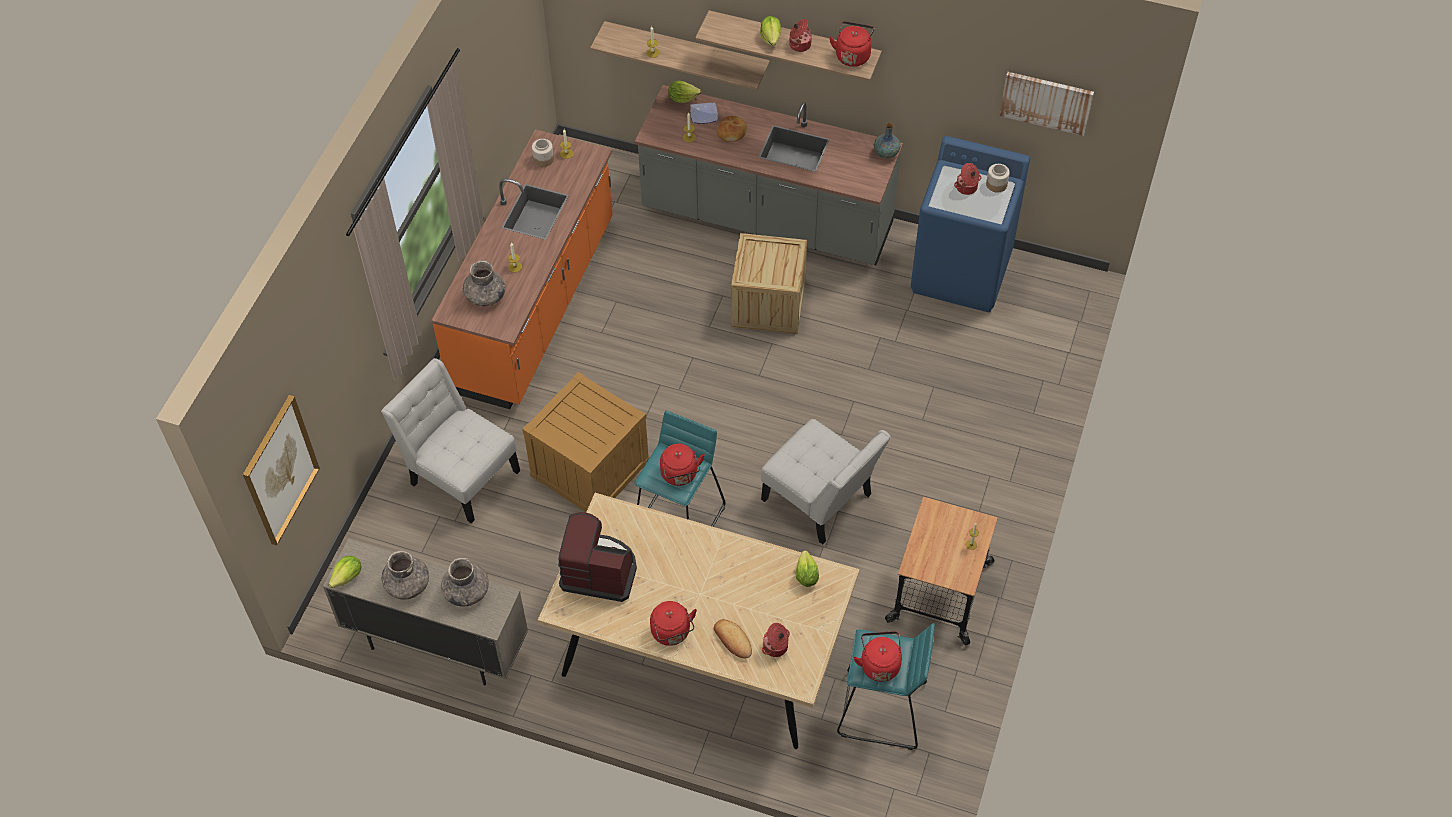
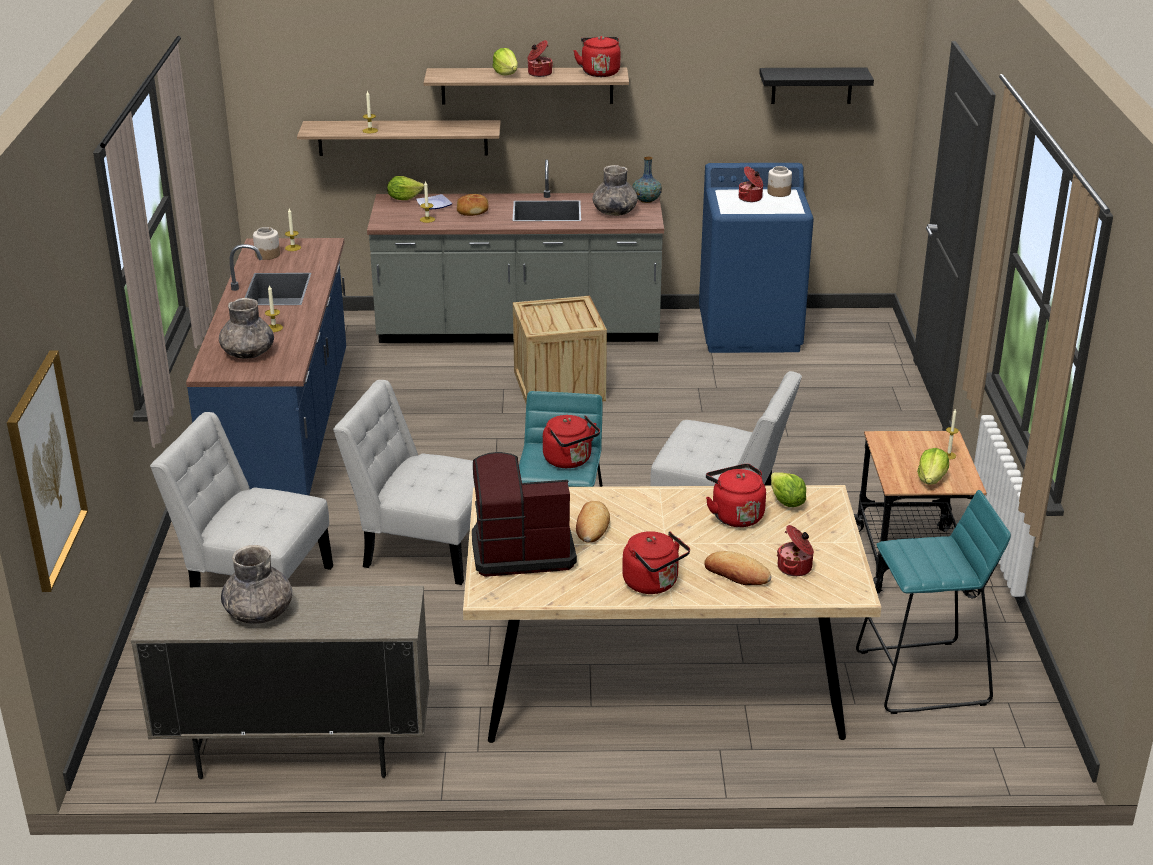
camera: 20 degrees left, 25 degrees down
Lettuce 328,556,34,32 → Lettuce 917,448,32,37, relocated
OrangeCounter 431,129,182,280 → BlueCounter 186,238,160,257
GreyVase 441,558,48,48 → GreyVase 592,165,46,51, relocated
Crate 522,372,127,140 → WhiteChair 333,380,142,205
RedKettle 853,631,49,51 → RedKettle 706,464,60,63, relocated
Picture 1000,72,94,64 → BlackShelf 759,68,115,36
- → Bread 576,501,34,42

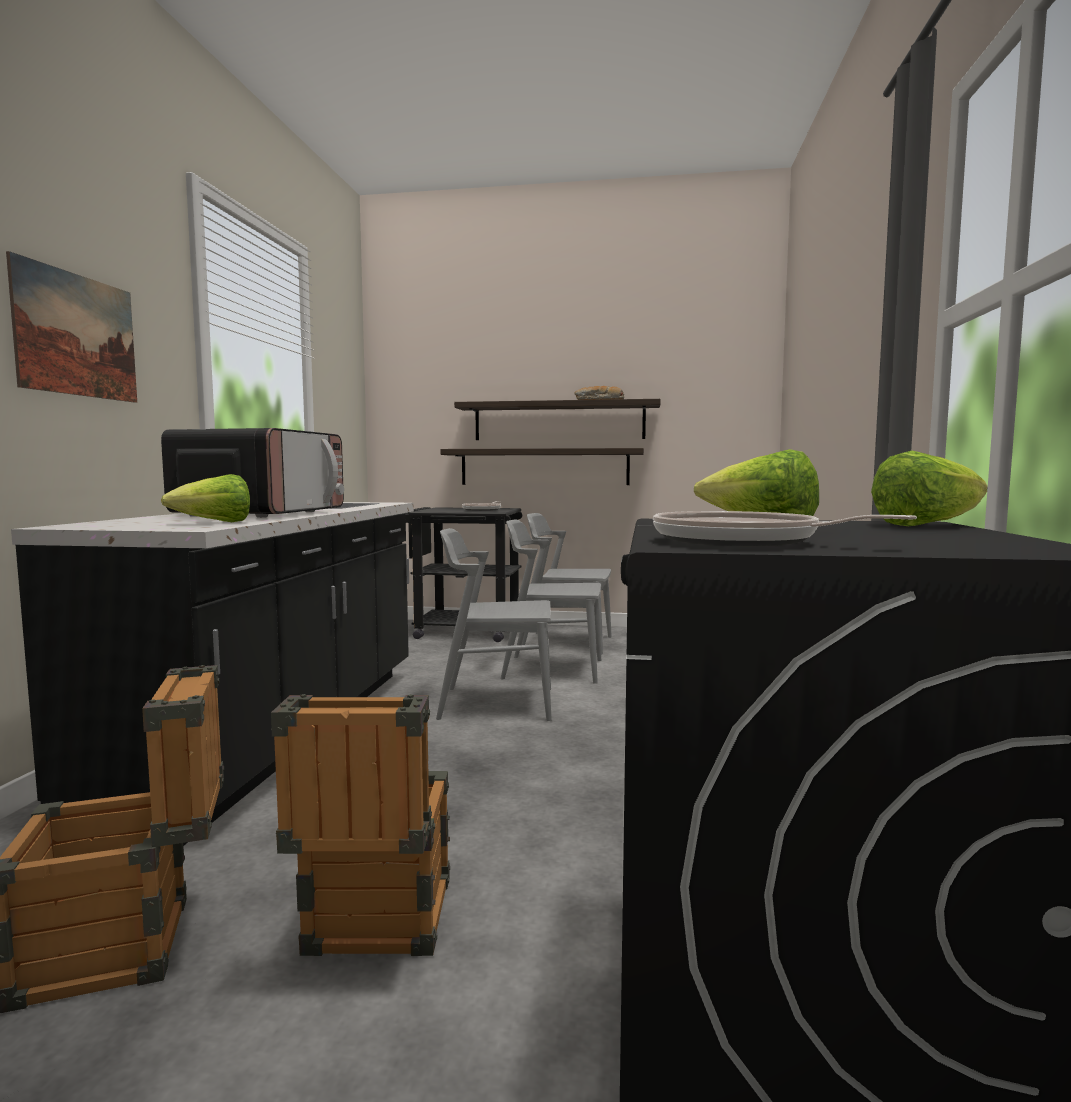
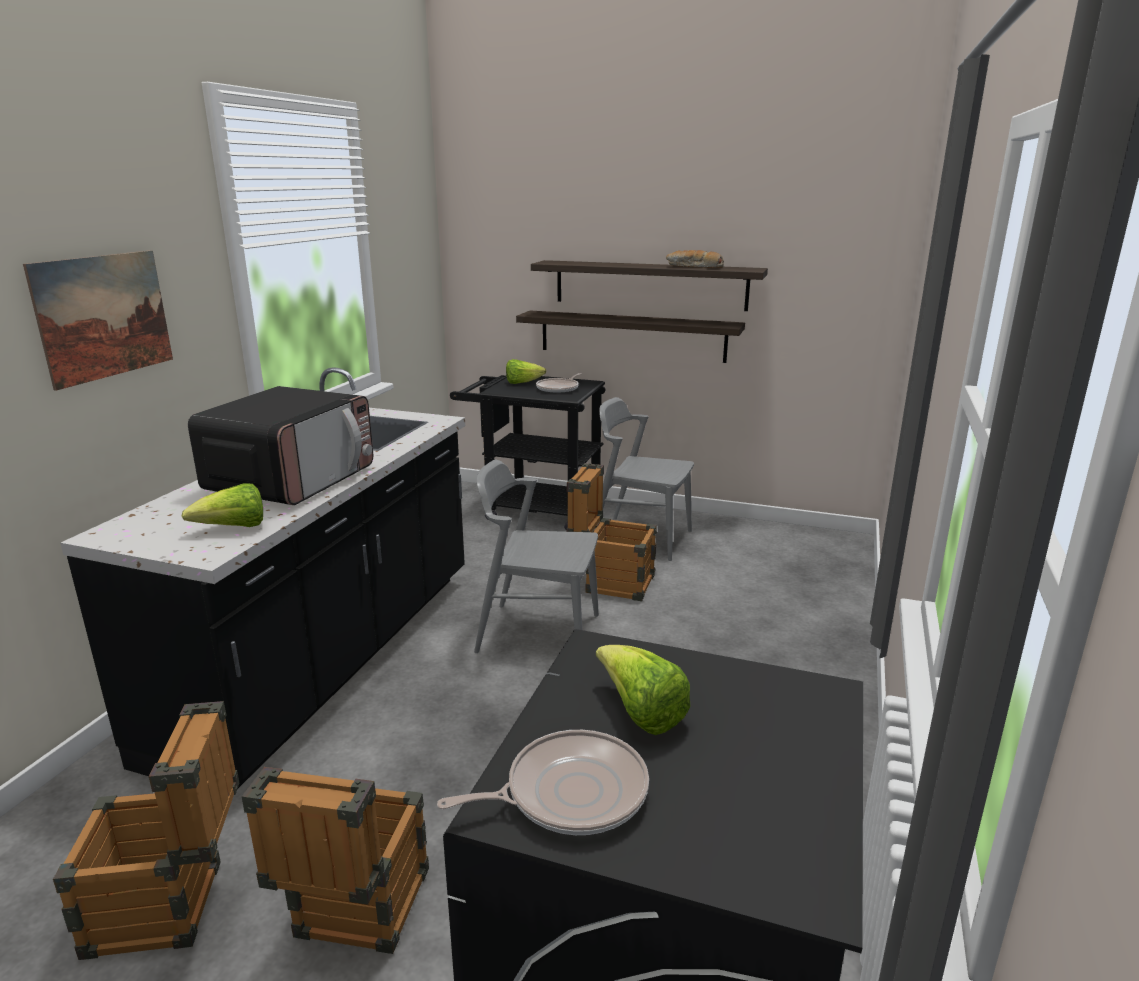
camera: 10 degrees right, 15 degrees up
GreyChair 501,520,100,164 → Crate 567,463,90,138
FryingPan 653,511,264,36 → FryingPan 437,730,212,105, 120 degrees clockwise
Lettuce 871,450,117,76 → Lettuce 506,359,40,25, relocated

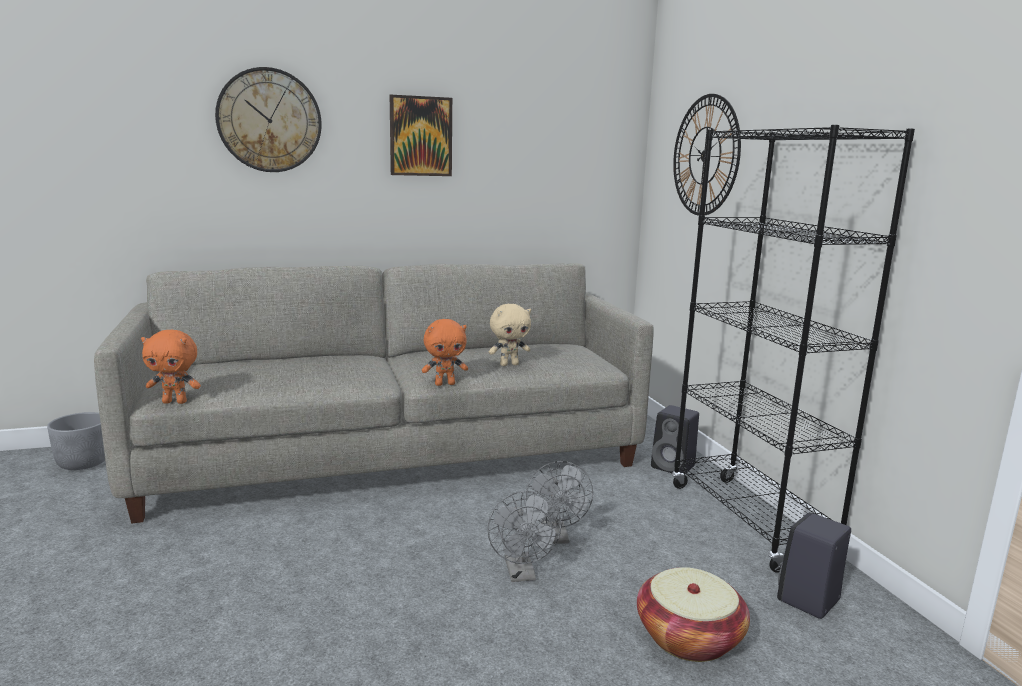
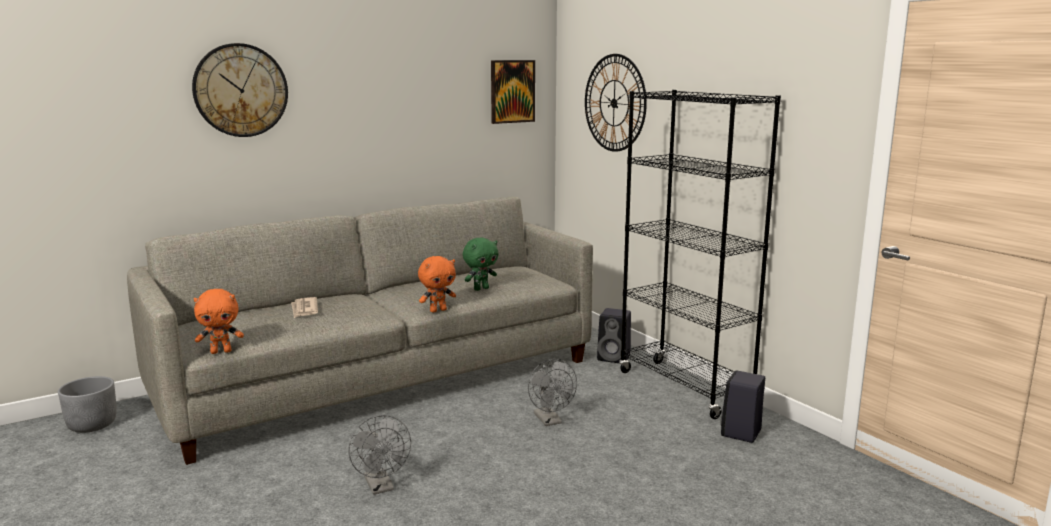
camera: 15 degrees left, 0 degrees up
Picture 390,95,62,81 → Picture 491,60,44,64, relocated
GreyFan 488,491,73,91 → GreyFan 348,415,63,80, relocated
BeigePlushToy 489,304,42,62 → GreenPlushToy 463,238,35,53
Basket 637,567,113,95 → -
- → Newspaper 291,297,27,21

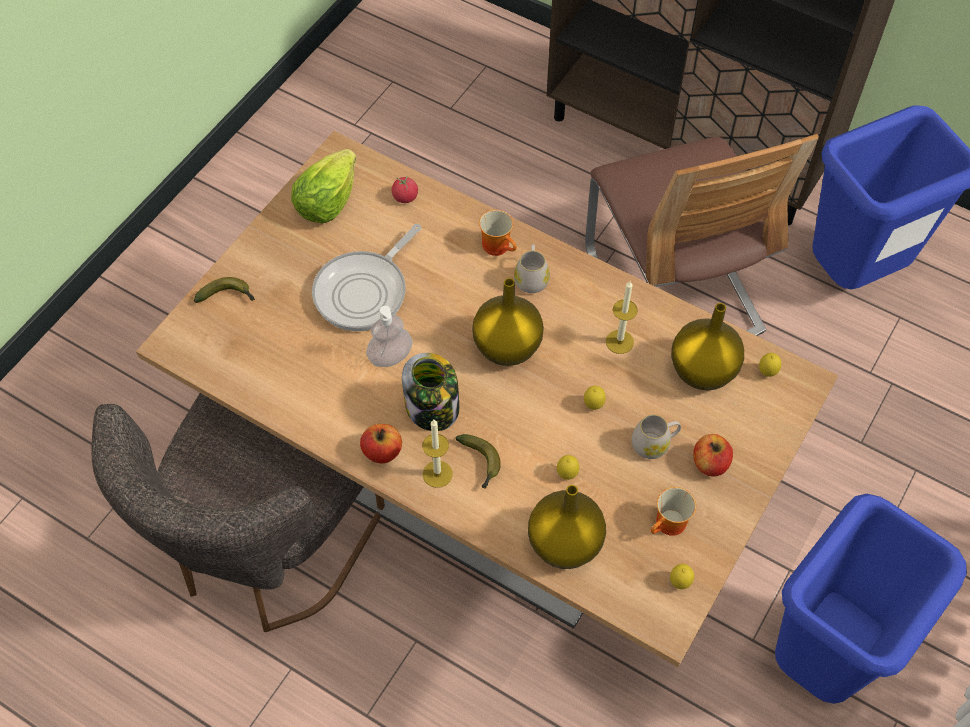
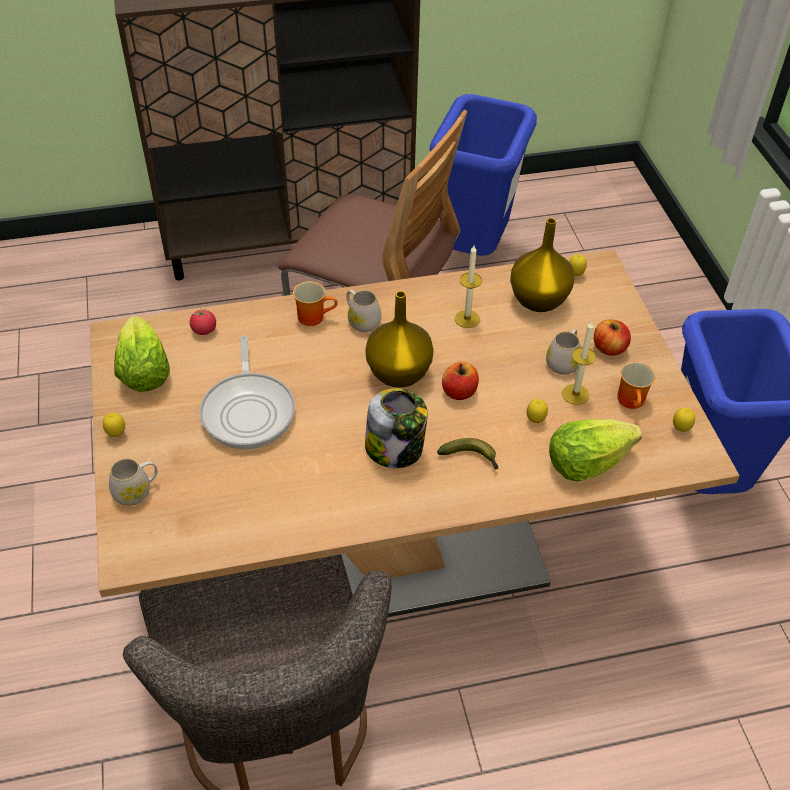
camera: 45 degrees left, 10 degrees down
Banana 194,277,61,26 → WhiteMug 109,458,49,48
Apple 360,424,42,40 → Apple 442,362,37,38, relocated
SoapDispenser 366,306,47,61 → -
Candle 422,420,30,68 → Candle 562,321,34,84, relocated
YellowVase 528,485,78,84 → Lettuce 549,419,93,63
Lemon 584,386,22,24 → Lemon 103,412,22,25, relocated

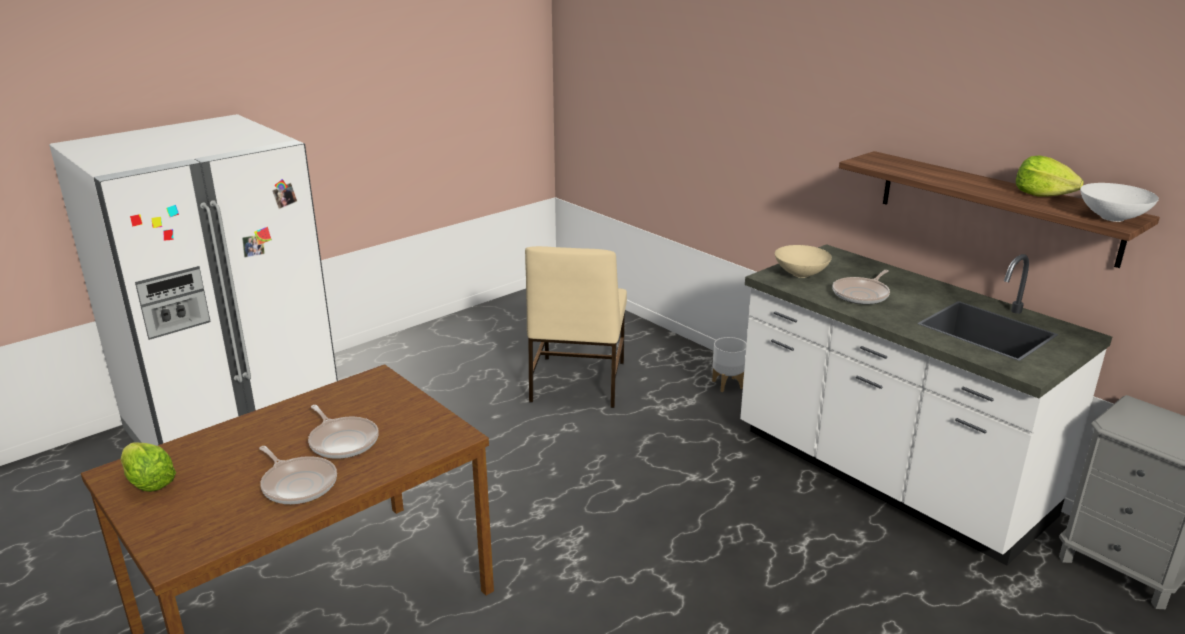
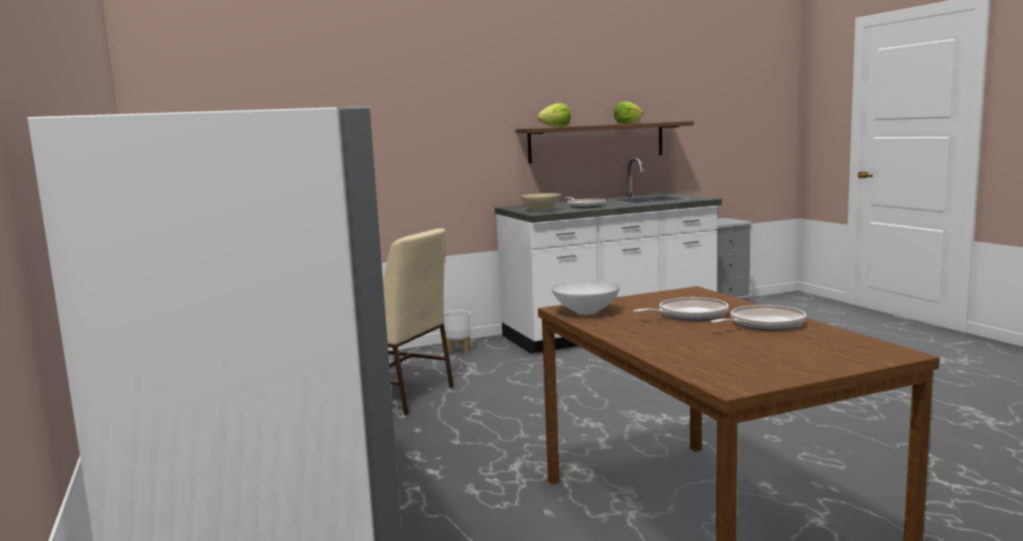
camera: 70 degrees left, 15 degrees down
Lettuce 120,442,56,50 → Lettuce 537,103,34,24, relocated
WhiteBowl 1080,183,79,39 → WhiteBowl 551,280,69,35, relocated

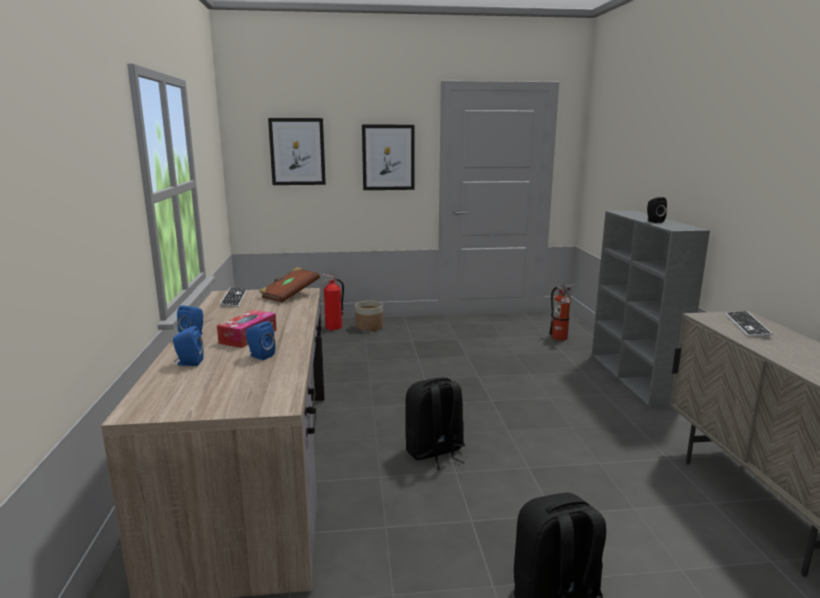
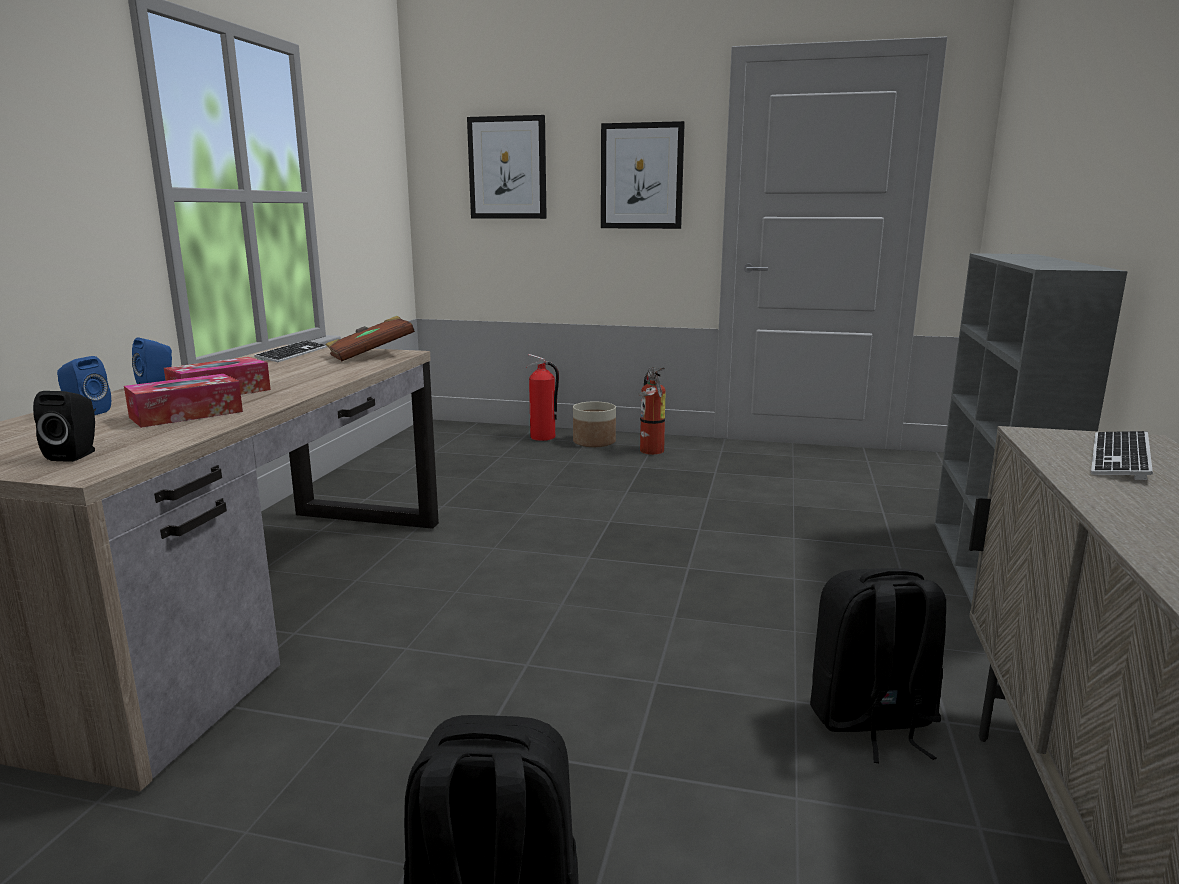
camera: 20 degrees right, 0 degrees up
BlueSpeaker 246,321,30,39 → TissueBox 124,374,119,54
BlackBackpack 405,377,60,93 → BlackBackpack 810,568,136,195, relocated
FireExtinguisher 549,284,26,57 → FireExtinguisher 639,367,27,88, relocated
BlackSpeaker 647,197,20,26 → BlackSpeaker 33,391,62,71, relocated

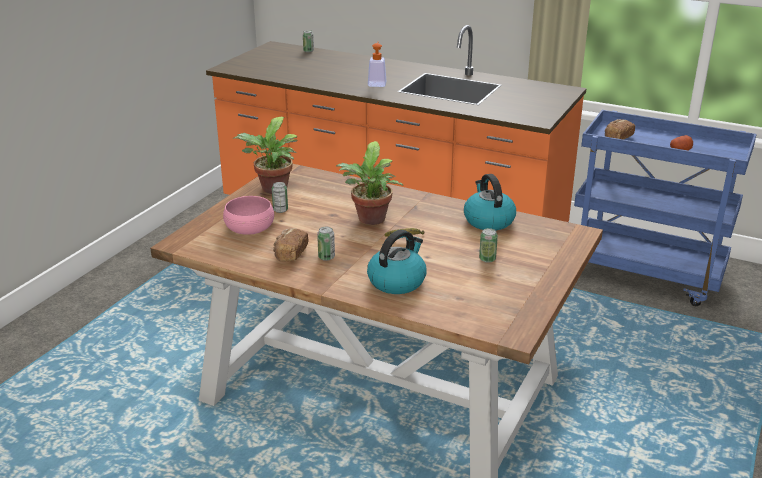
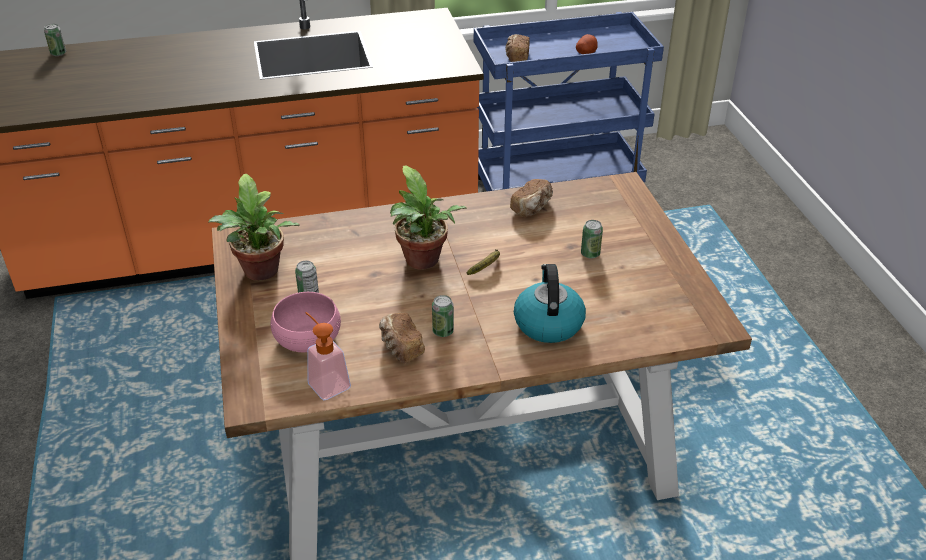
camera: 40 degrees left, 10 degrees up
SoapDispenser 368,41,18,46 → SoapDispenser 306,312,45,88, relocated
Kettle 464,174,52,56 → Bread 510,179,43,38

